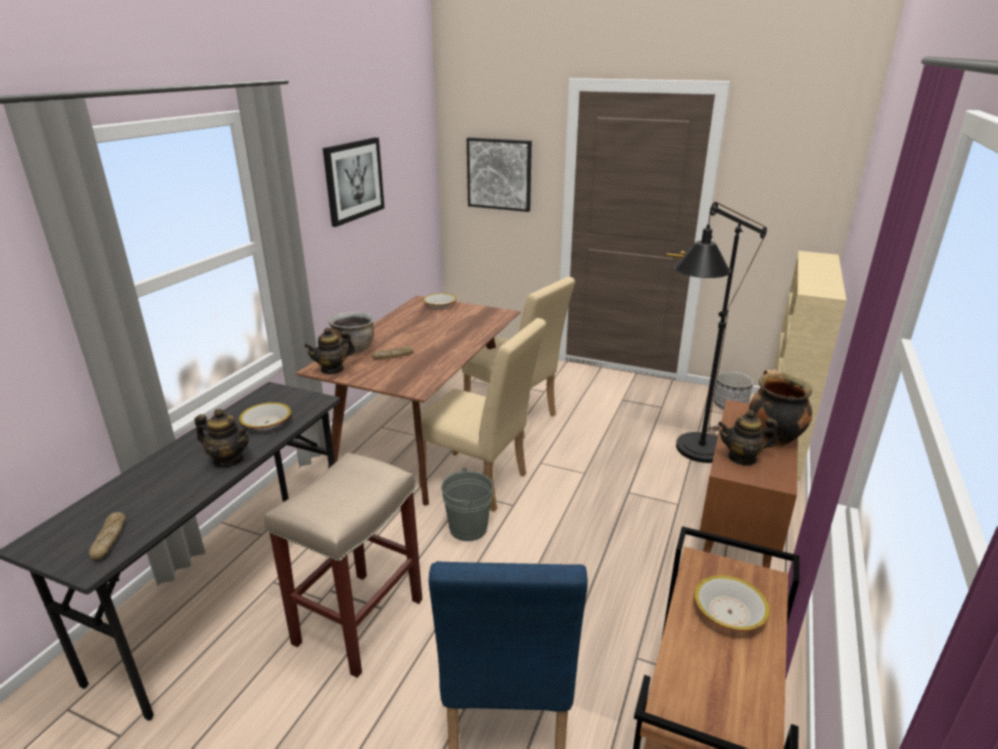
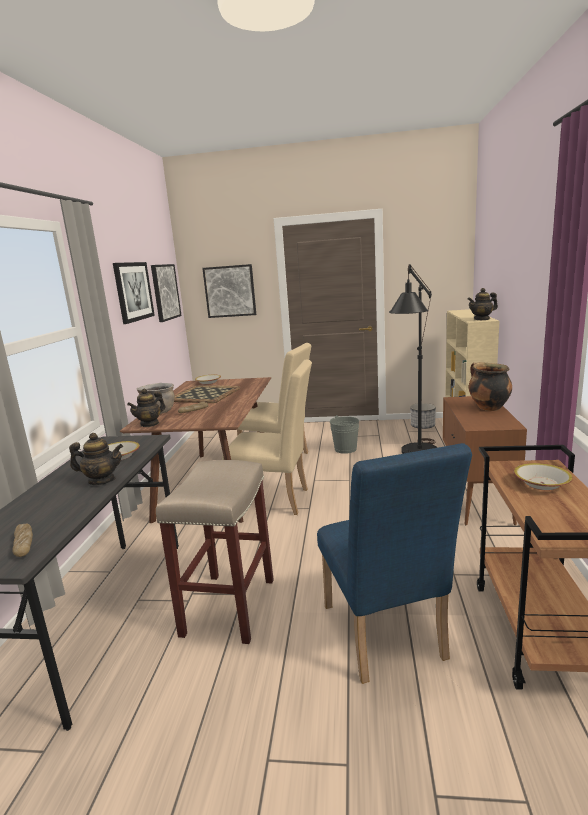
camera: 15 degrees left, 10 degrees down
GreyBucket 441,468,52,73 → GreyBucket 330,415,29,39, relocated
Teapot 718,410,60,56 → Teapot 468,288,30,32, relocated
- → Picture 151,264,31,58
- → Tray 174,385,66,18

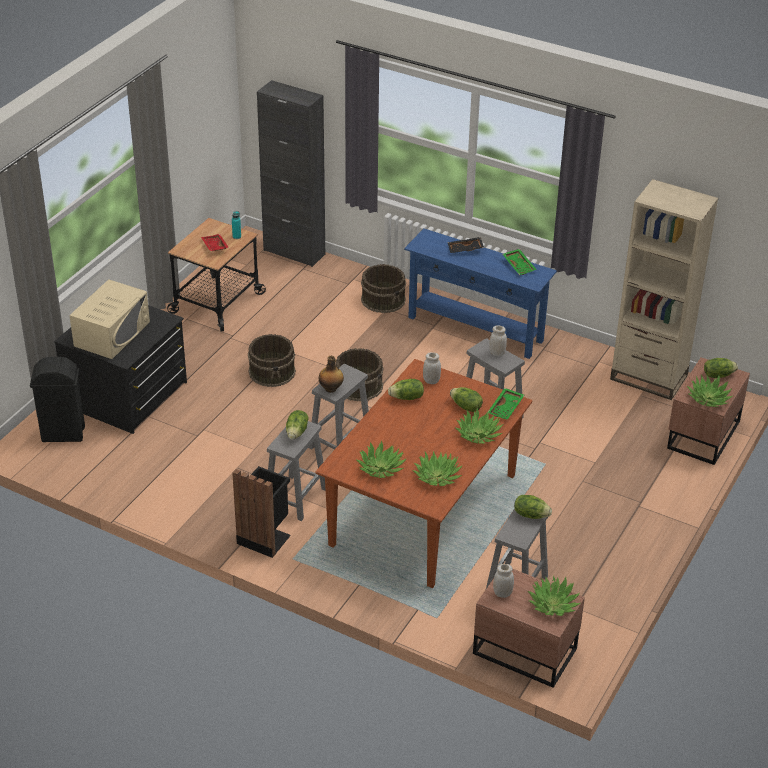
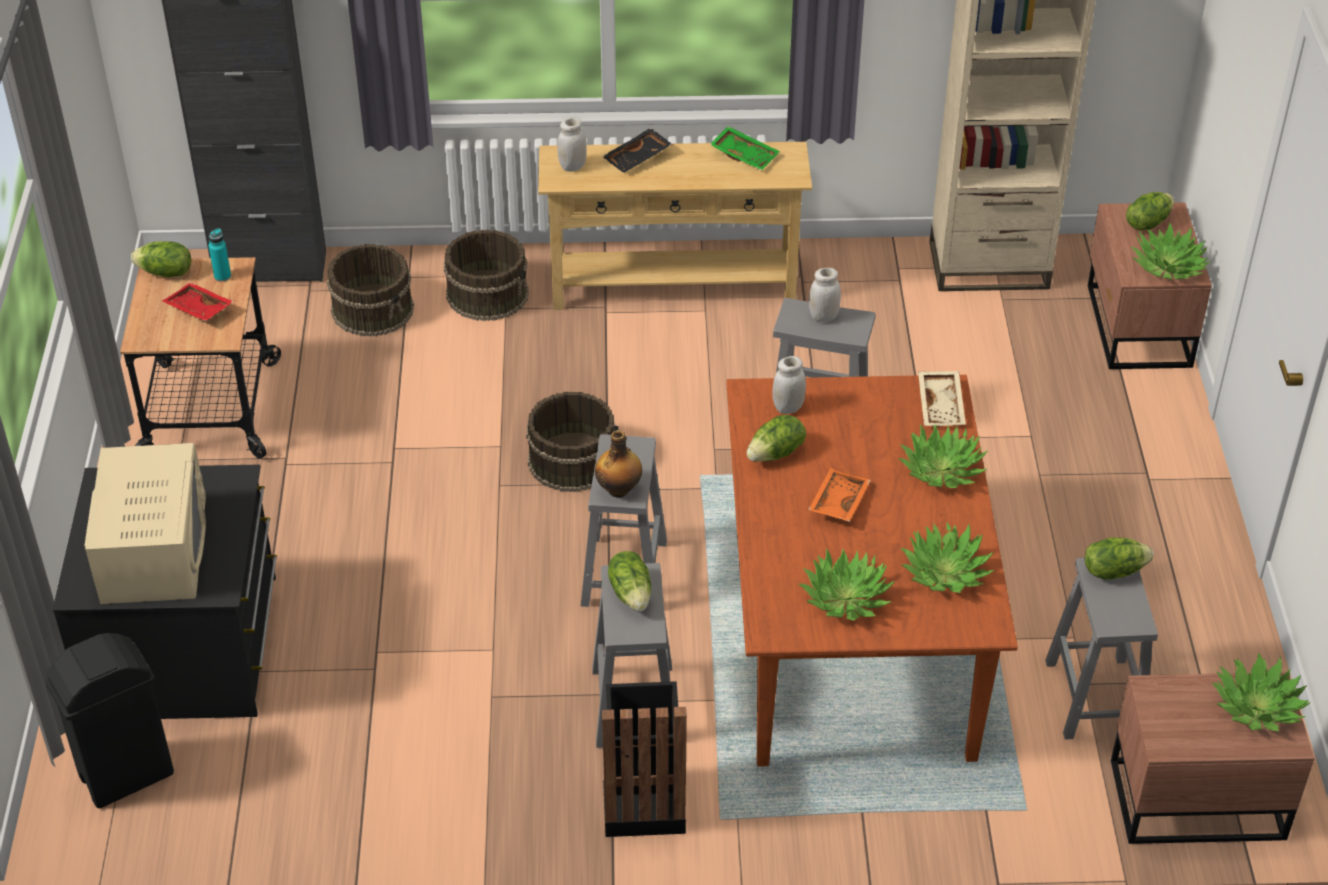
camera: 30 degrees left, 5 degrees up
BrownBucket 248,334,48,53 → BrownBucket 327,244,87,92, relocated
BlueConsoleTable 404,229,153,130 → BeigeConsoleTable 538,142,274,168
Lettuce 450,387,33,25 → Lettuce 131,242,60,35, relocated
GreenTray 488,388,36,32 → BeigeTray 918,371,48,56
WhiteJar 493,564,21,34 → WhiteJar 557,117,30,55, relocated
- → OrangeTray 808,468,62,54

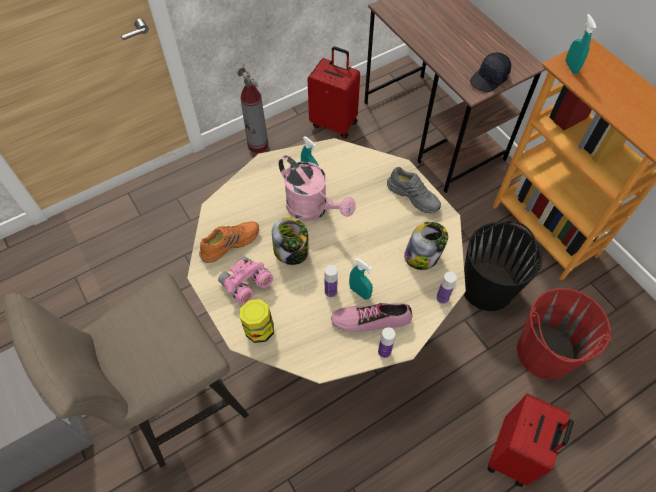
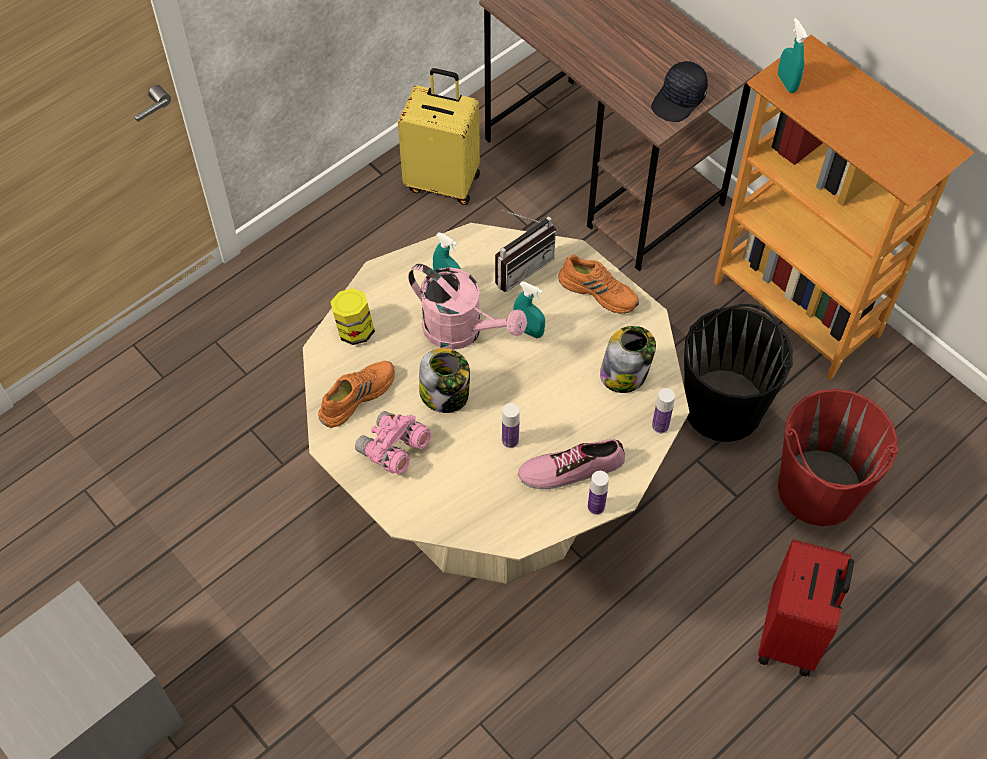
camera: 10 degrees left, 0 degrees up
BeigeStool 3,274,246,193 → -
FireExtinguisher 237,64,31,89 → -
Jar 240,299,34,44 → Jar 331,288,44,57, relocated
RedSuitcase 308,46,52,93 → YellowSuitcase 398,68,82,137
TurquoiseSprayBottle 349,258,24,42 → TurquoiseSprayBottle 513,281,32,57, relocated
GreyShoe 387,167,54,47 → OrangeShoe 558,255,81,59
- → Radio 495,210,61,82

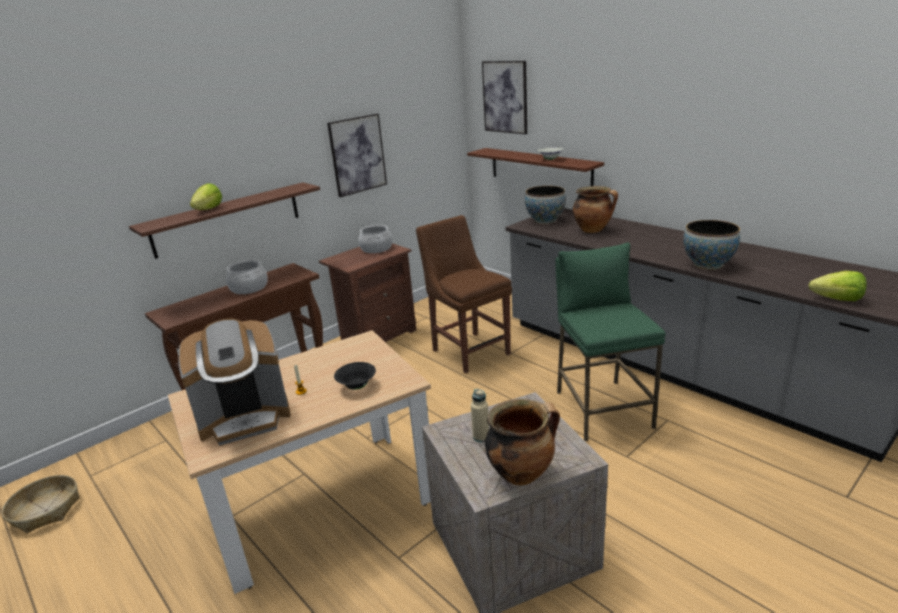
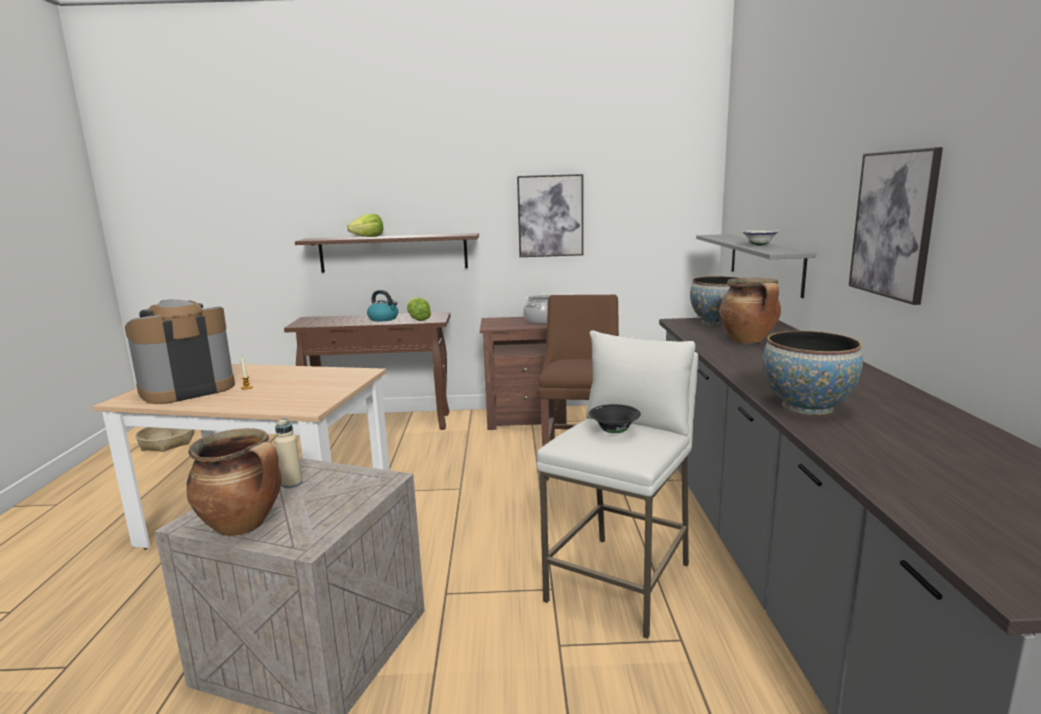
camera: 40 degrees right, 10 degrees down
CoffeeMachine 178,318,113,128 → CoffeeMachine 125,299,110,105, 120 degrees clockwise
CookingPot 226,260,42,34 → Kettle 367,290,31,31
BlackBowl 334,362,42,28 → BlackBowl 589,404,52,29, relocated
BrownShelf 467,148,137,38 → GreyShelf 696,234,120,64
Picture 482,61,45,73 → Picture 849,147,94,158, relocated
GreenStool 555,242,111,199 → WhiteStool 536,331,162,308
Lettuce 809,271,58,30 → Lettuce 407,297,24,24, relocated

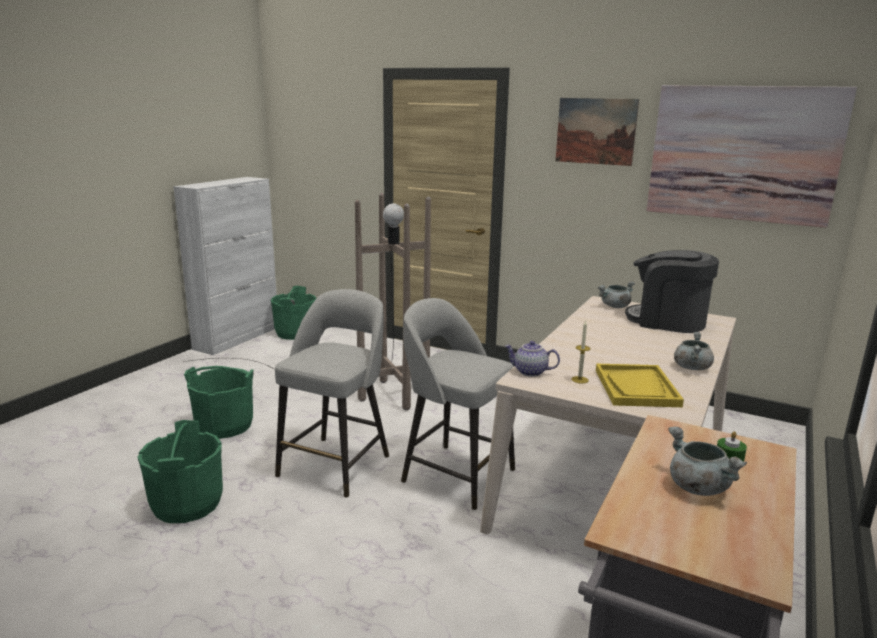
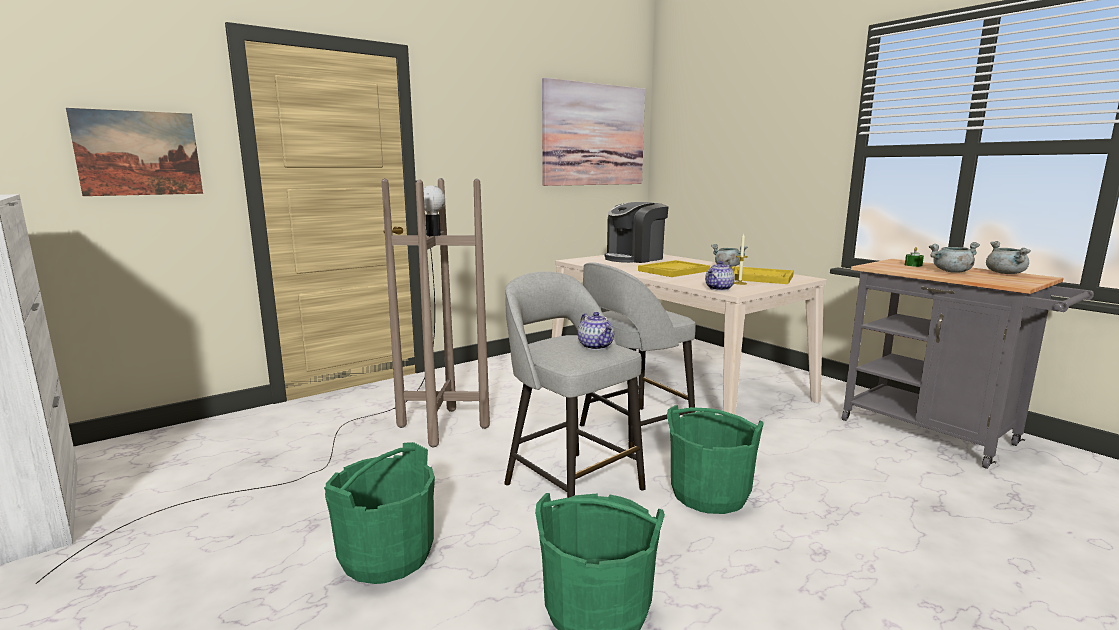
camera: 65 degrees left, 5 degrees down
GreenBucket 271,286,45,54 → GreenBucket 667,405,97,109, relocated
Picture 555,98,84,68 → Picture 66,108,137,88, relocated
GreyCookingPot 598,281,37,27 → GreyCookingPot 986,241,45,33, relocated
- → Teapot 578,312,36,38
- → YellowTray 638,260,72,17

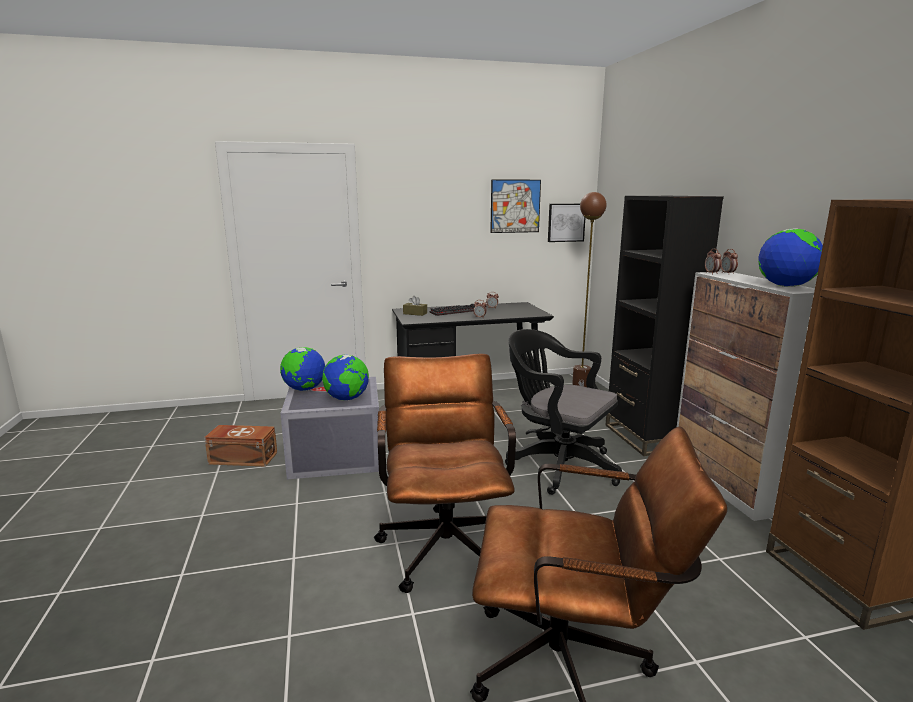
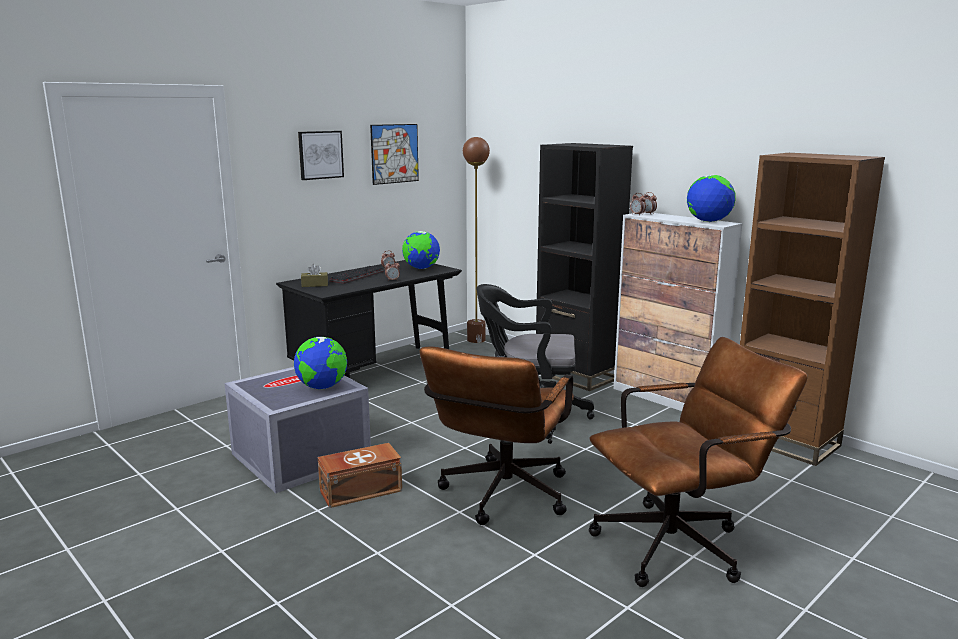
camera: 30 degrees left, 0 degrees up
BrownStorageBox 204,425,73,42 → BrownStorageBox 318,443,84,65, relocated
Globe 280,347,45,44 → Globe 402,231,38,38, relocated
BrownOfficeChair 374,354,142,239 → BrownOfficeChair 419,347,155,178, 120 degrees counterclockwise
Picture 548,204,37,38 → Picture 298,131,46,49, relocated

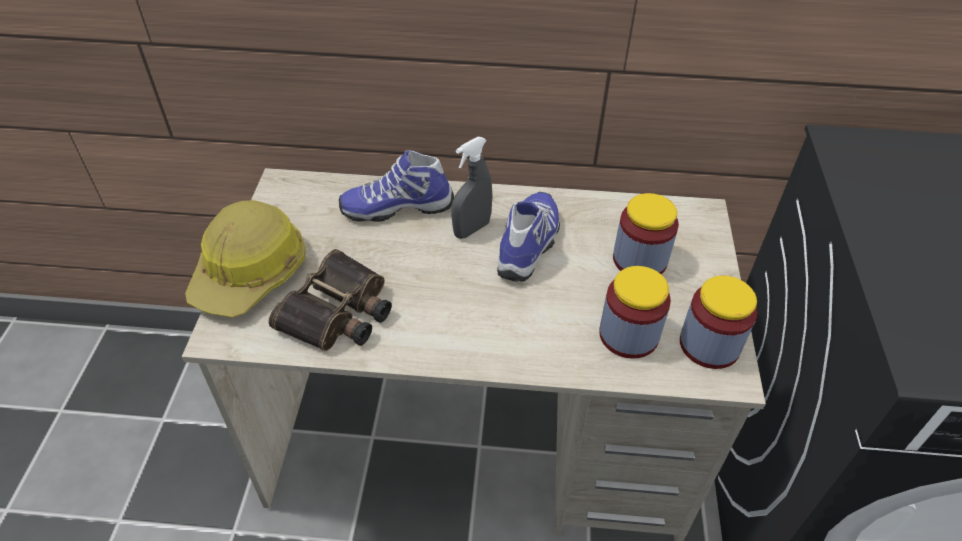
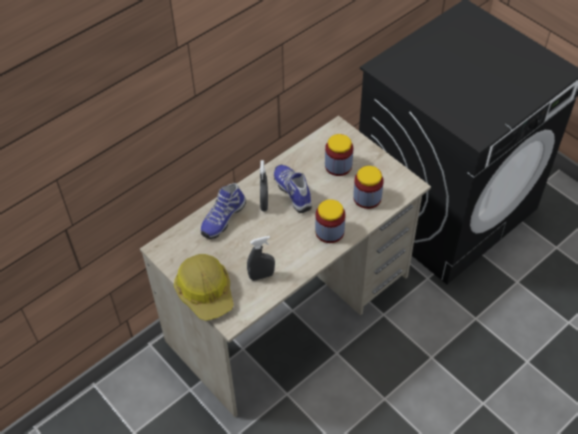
camera: 45 degrees left, 5 degrees up
Binoculars 268,249,124,102 → GreySprayBottle 247,236,28,45
Jar 680,276,77,93 → Jar 315,199,30,44, relocated

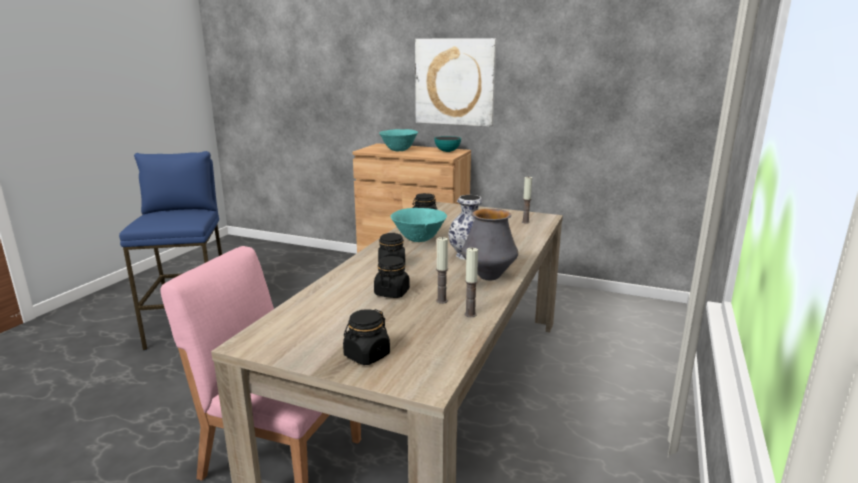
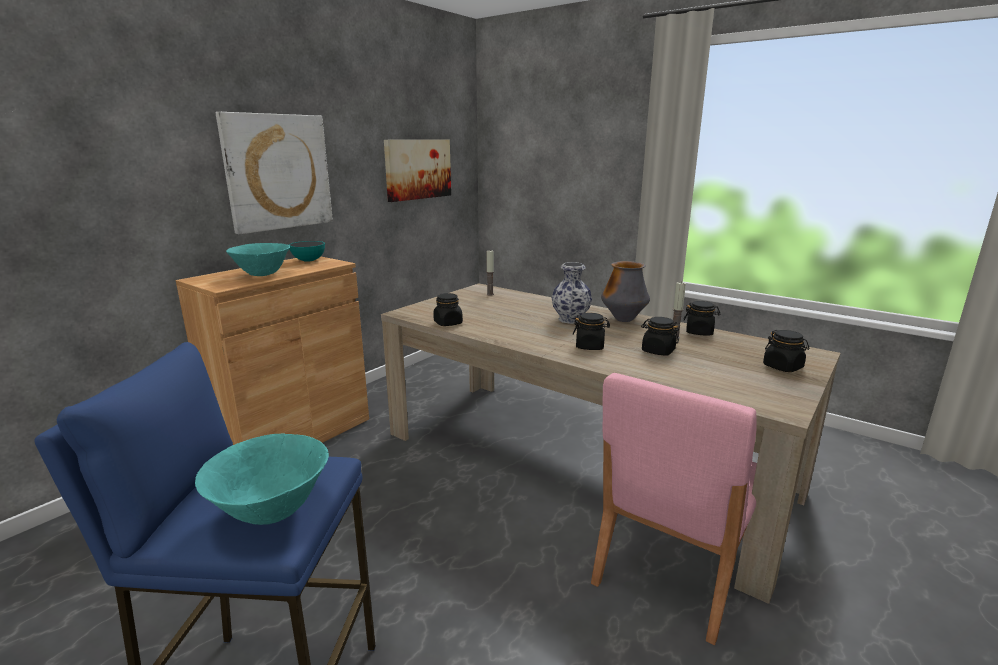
camera: 75 degrees left, 0 degrees up
TurquoiseBowl 391,208,56,34 → TurquoiseBowl 195,434,134,91, relocated
Candle 464,248,14,69 → BlackJar 684,301,37,35
- → Picture 384,140,67,62

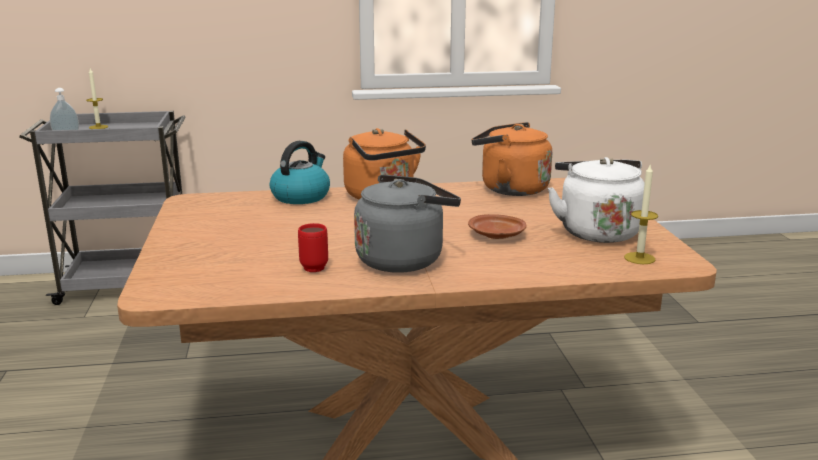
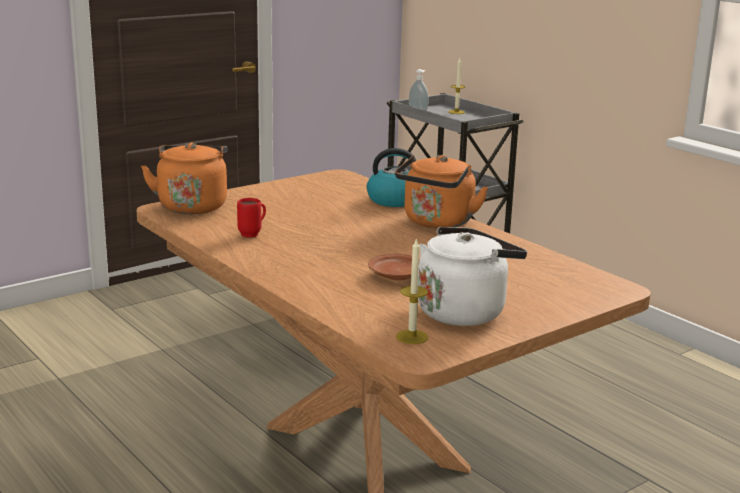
camera: 60 degrees right, 0 degrees up
GreyKettle 354,175,107,97 → -
OrangeKettle 472,122,80,74 → OrangeKettle 141,142,86,72, relocated

